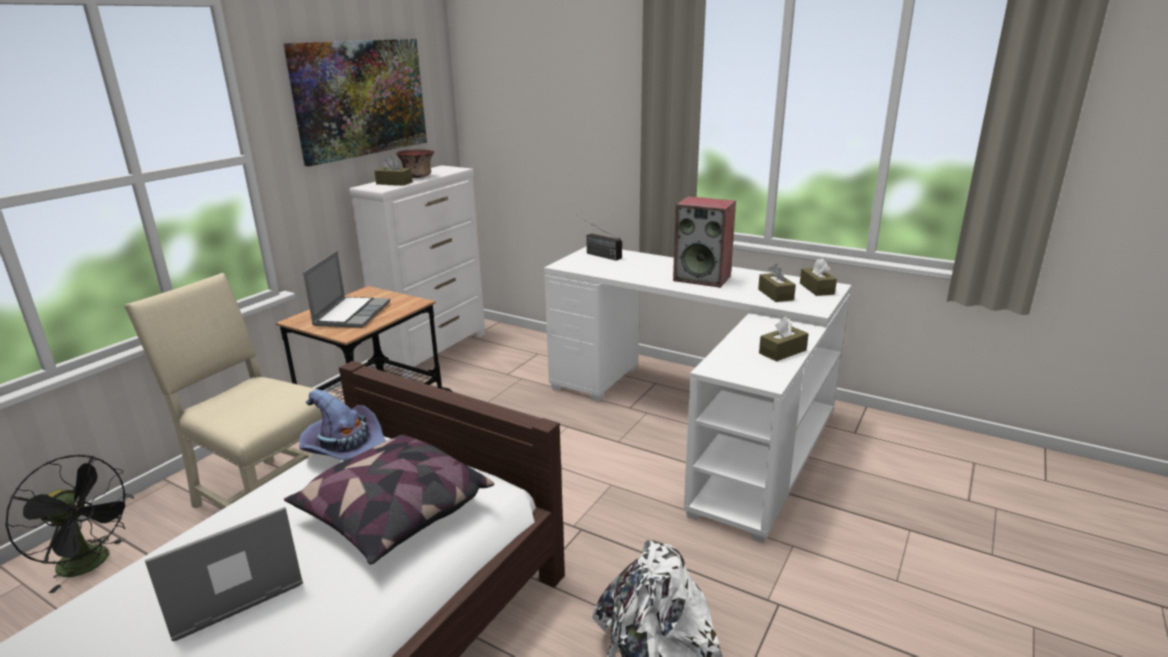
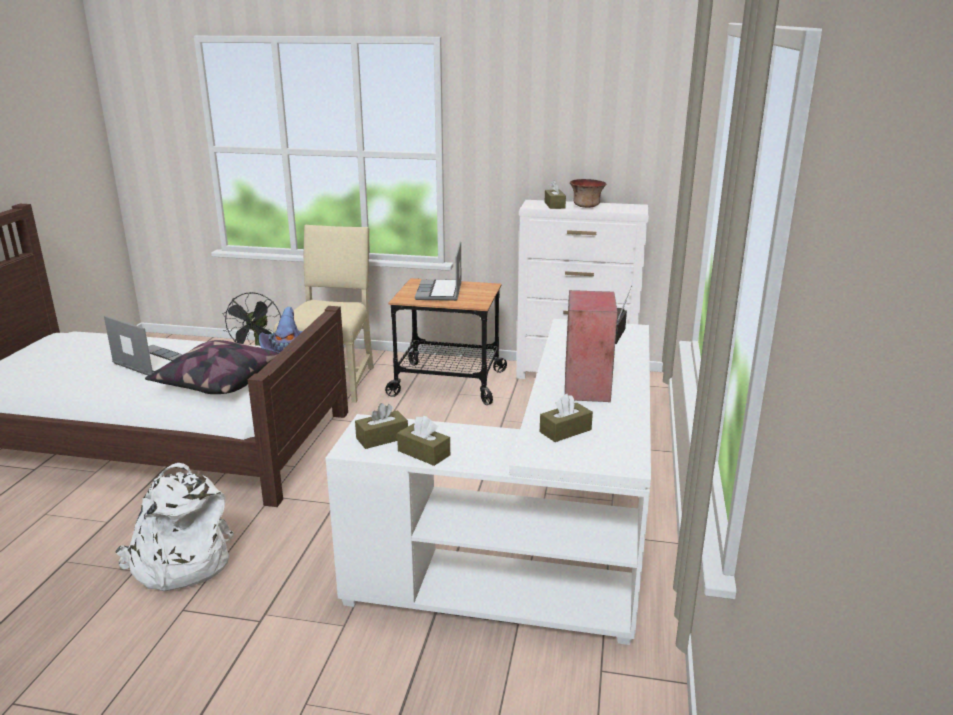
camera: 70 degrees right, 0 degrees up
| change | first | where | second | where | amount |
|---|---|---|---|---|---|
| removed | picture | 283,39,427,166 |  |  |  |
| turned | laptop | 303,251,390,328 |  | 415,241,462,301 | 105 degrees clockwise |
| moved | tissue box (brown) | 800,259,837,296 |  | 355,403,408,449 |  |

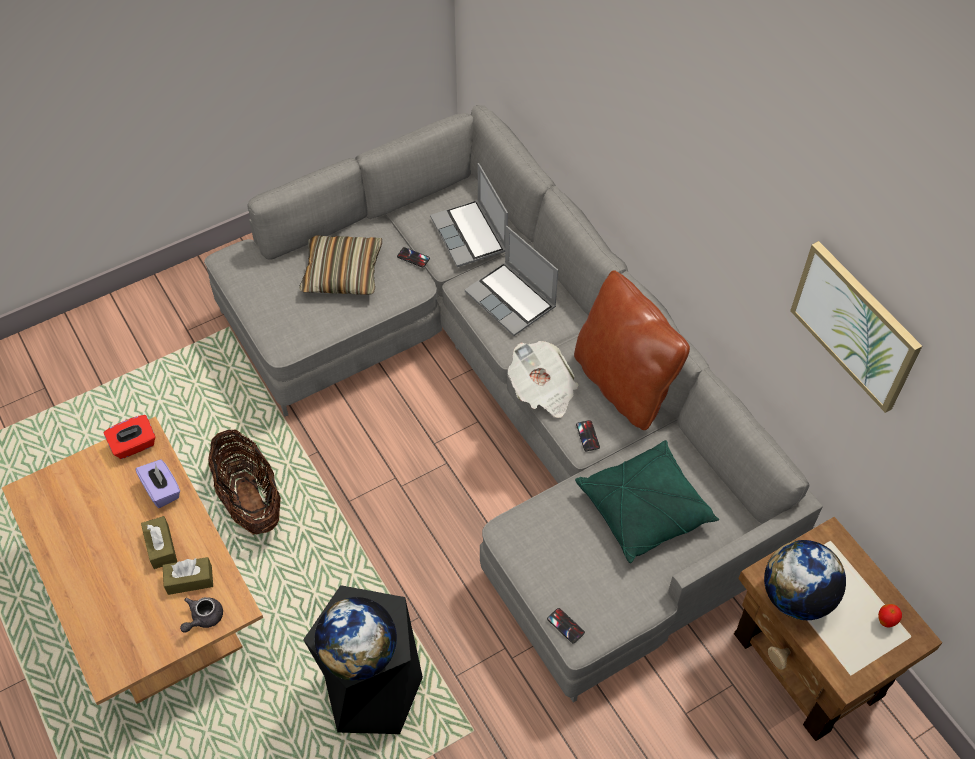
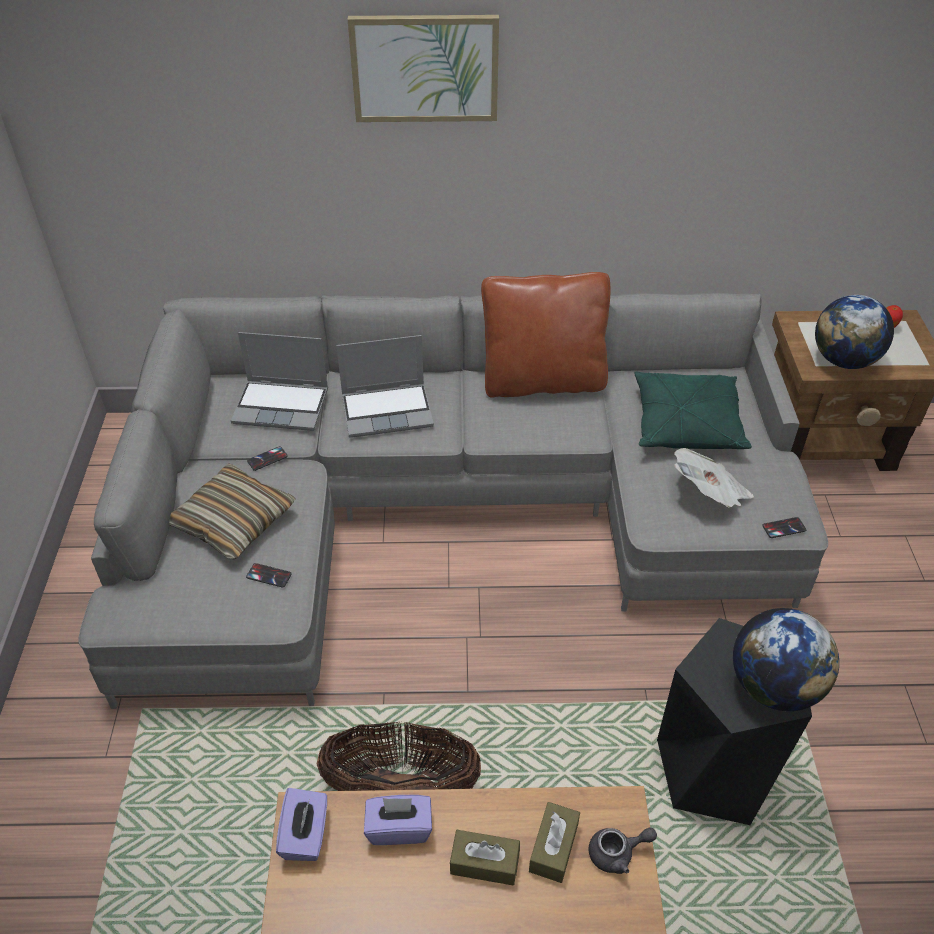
camera: 60 degrees left, 10 degrees down
| change | first | where | second | where | amount |
|---|---|---|---|---|---|
| recoloured | tissue box (red) | 104,415,155,459 | tissue box (purple) | 276,788,327,861 |  |
| turned | teapot (grey) | 180,597,223,633 |  | 588,827,657,874 | 75 degrees counterclockwise |
| moved | newspaper | 508,341,579,418 |  | 674,448,754,508 |  |
| moved | phone | 576,420,600,451 |  | 246,563,292,588 |  |
| moved | picture | 790,241,922,413 |  | 348,15,499,122 |  |

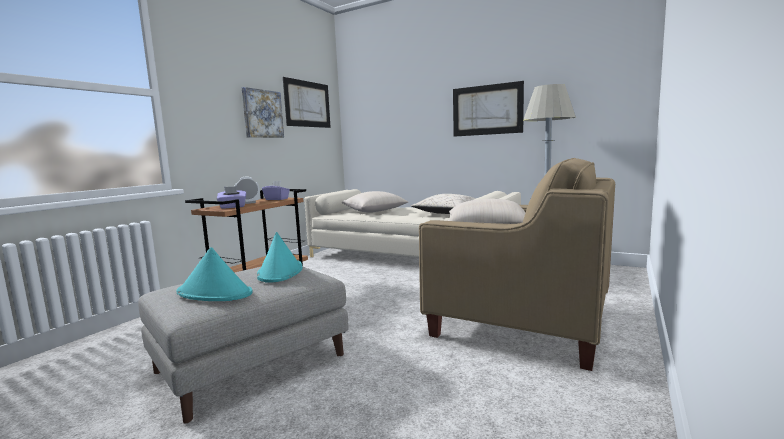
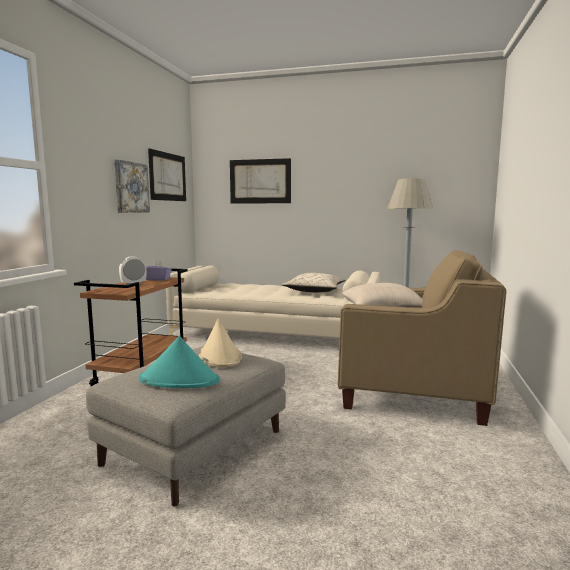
camera: 15 degrees left, 0 degrees up
| change | first | where | second | where | amount |
|---|---|---|---|---|---|
| removed | tissue box (purple) | 217,186,246,209 |  |  |  |
| recoloured | hat (turquoise) | 257,232,302,283 | hat (beige) | 199,319,242,368 |  |
| removed | pillow (beige) | 342,191,408,213 |  |  |  |
| moved | picture | 453,81,524,137 |  | 230,158,291,204 |  |

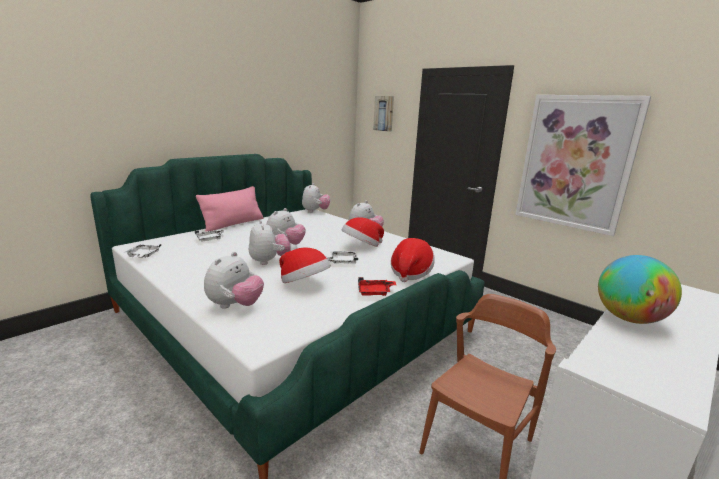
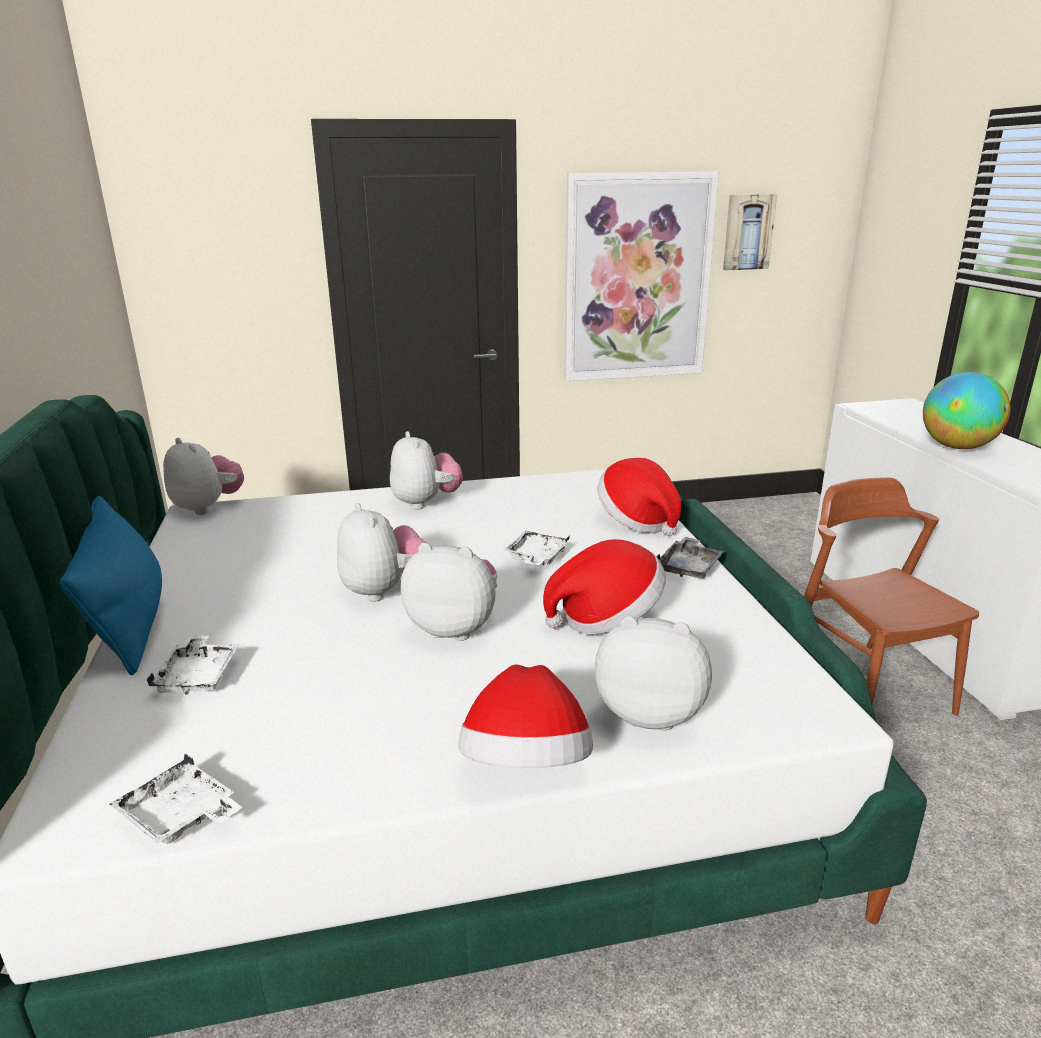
camera: 55 degrees left, 5 degrees up
| change | first | where | second | where | amount |
|---|---|---|---|---|---|
| recoloured | pillow (pink) | 196,186,263,232 | pillow (blue) | 59,496,162,675 |  |
| turned | plush toy | 204,252,264,309 |  | 595,616,712,731 | 45 degrees counterclockwise |
| moved | hat | 342,217,384,247 |  | 458,664,593,768 |  |
| recoloured | tray (red) | 358,277,396,296 | tray (grey) | 656,537,724,578 |  |
| moved | picture | 373,96,394,132 |  | 723,194,777,270 |  |

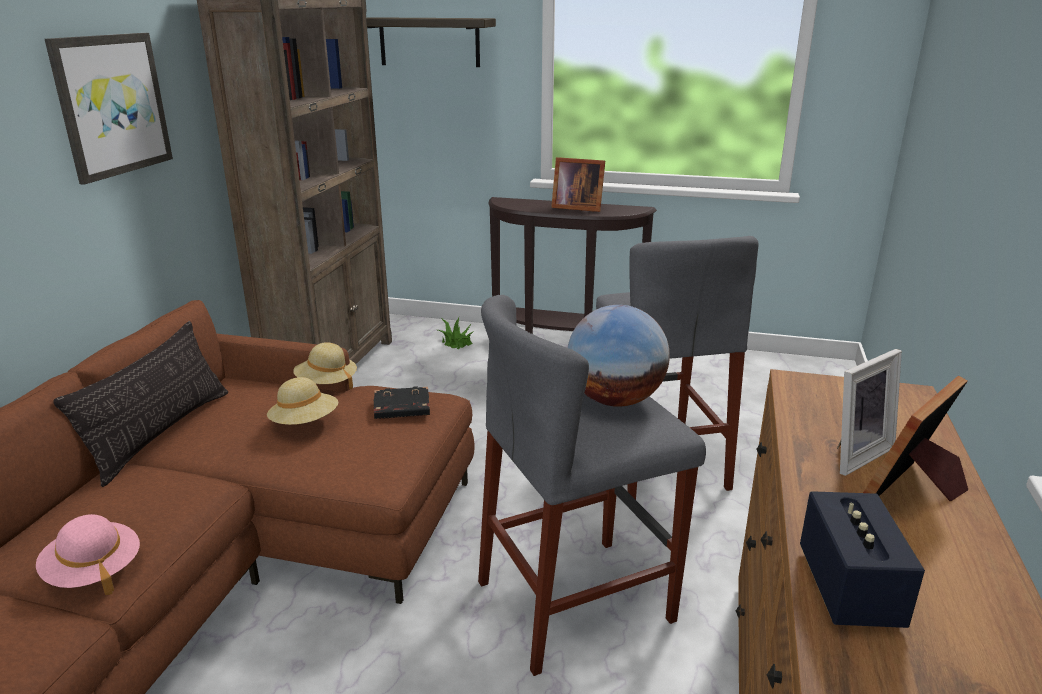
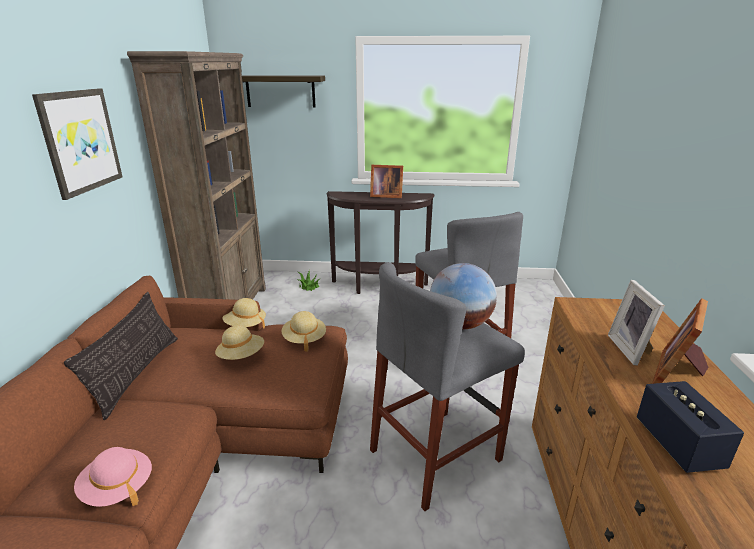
camera: 10 degrees left, 0 degrees up
| change | first | where | second | where | amount |
|---|---|---|---|---|---|
| replaced | book (black) | 374,386,430,419 | hat (beige) | 282,311,326,352 |  |
| turned | picture frame | 837,349,902,476 |  | 608,280,665,366 | 135 degrees clockwise |

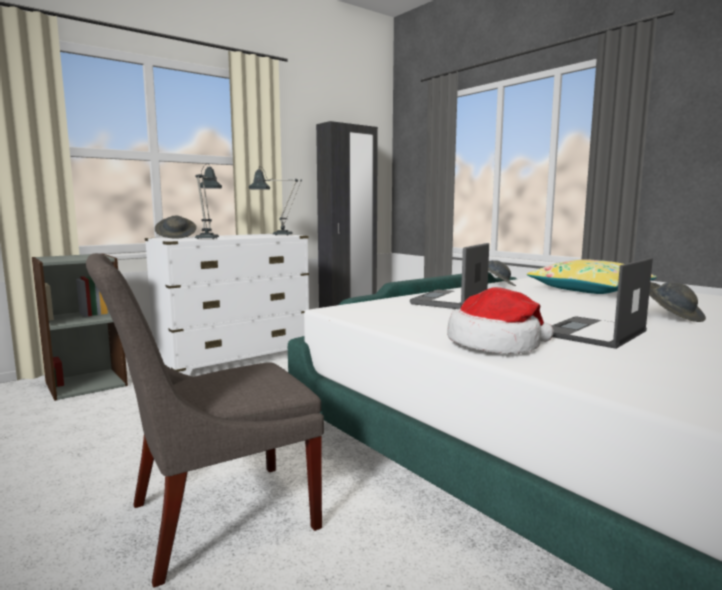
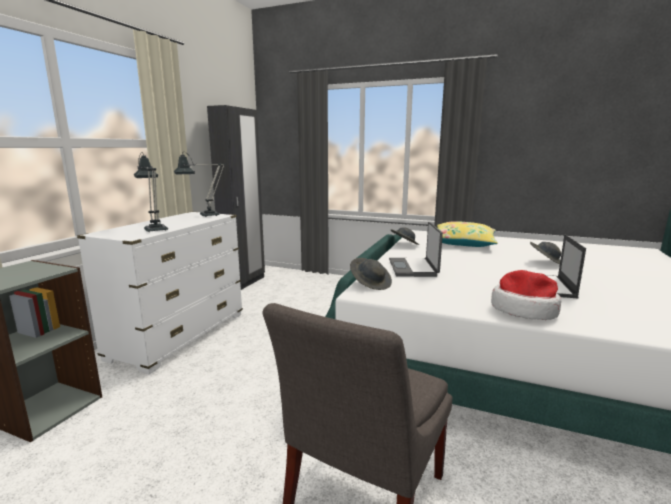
camera: 30 degrees left, 5 degrees up
| change | first | where | second | where | amount |
|---|---|---|---|---|---|
| moved | hat (grey) | 155,215,197,238 |  | 350,258,392,290 |  |

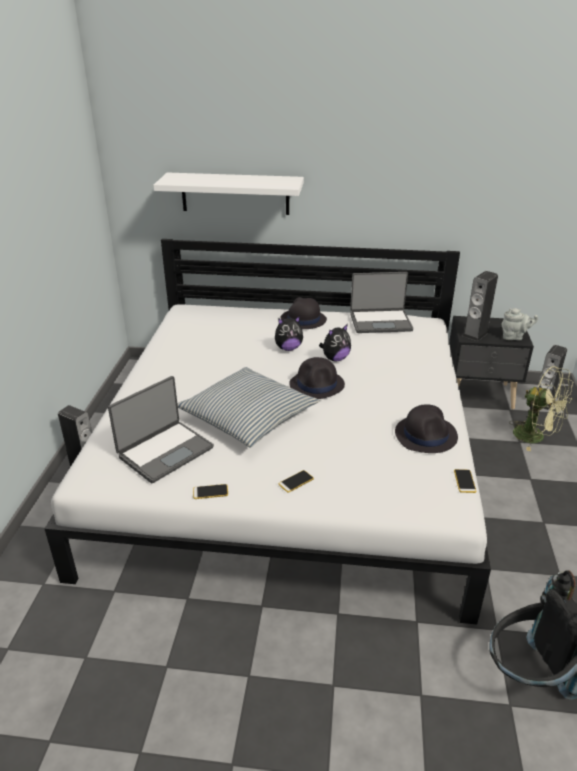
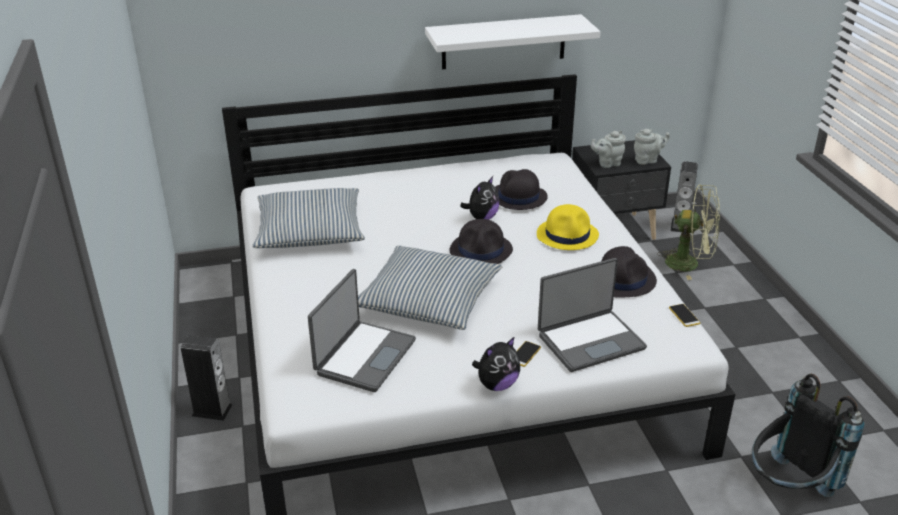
camera: 20 degrees left, 0 degrees up
| change | first | where | second | where | amount |
|---|---|---|---|---|---|
| moved | shelf (white) | 153,172,304,215 |  | 425,14,601,69 |  |
| removed | phone | 193,484,228,499 |  |  |  |
| moved | plush toy | 275,316,303,351 |  | 472,336,520,391 |  |
| moved | hat (black) | 281,297,327,329 |  | 495,169,548,210 |  |
| moved | laptop | 350,272,413,333 |  | 538,258,647,372 |  |
| replaced | speaker | 463,271,498,341 | teapot (grey) | 591,131,626,168 |  |
| added |  |  | pillow | 252,188,365,248 |  |
| added |  |  | hat (yellow) | 537,204,599,250 |  |

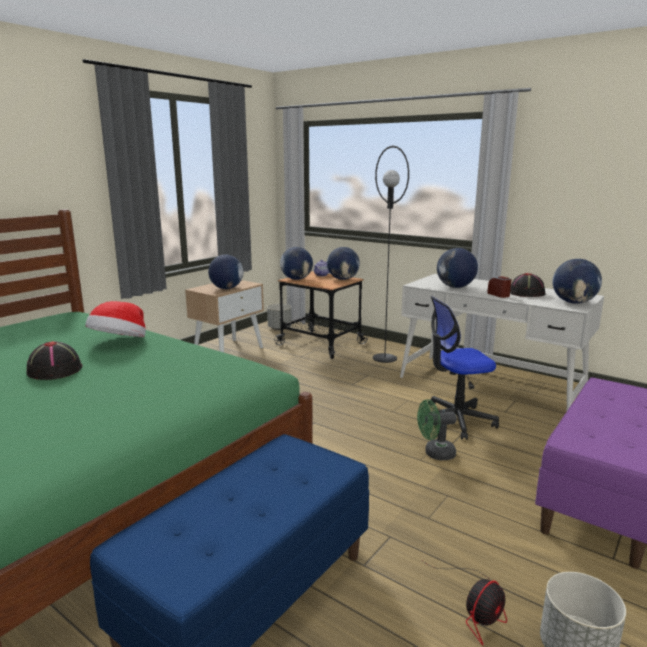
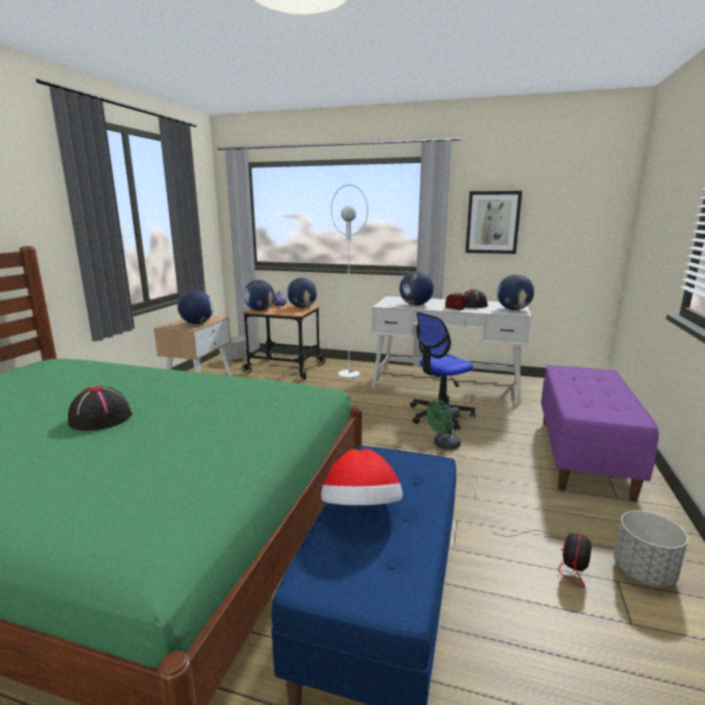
camera: 20 degrees left, 0 degrees up
| change | first | where | second | where | amount |
|---|---|---|---|---|---|
| moved | hat | 85,301,146,337 |  | 321,449,403,505 |  |
| recoloured | floor lamp (black) | 373,145,409,363 | floor lamp (white) | 331,184,368,378 |  |
| added |  |  | picture | 465,191,522,254 |  |

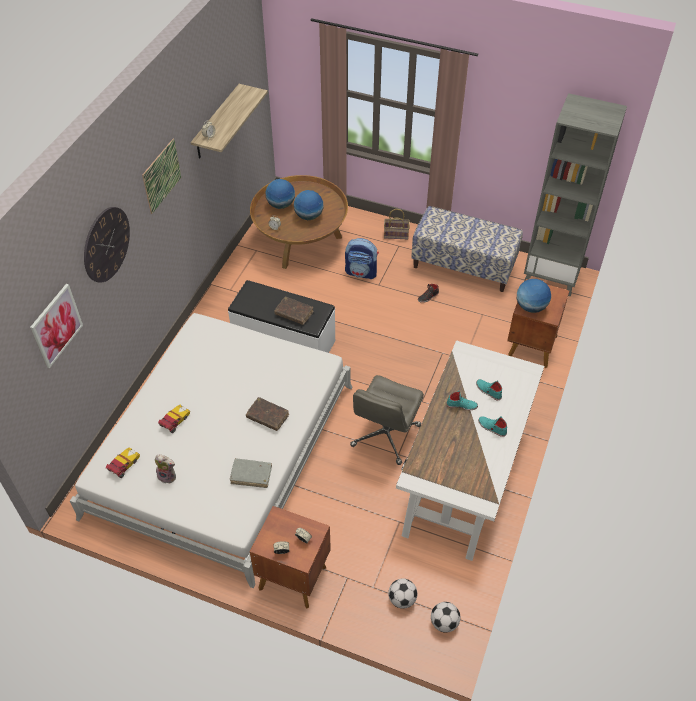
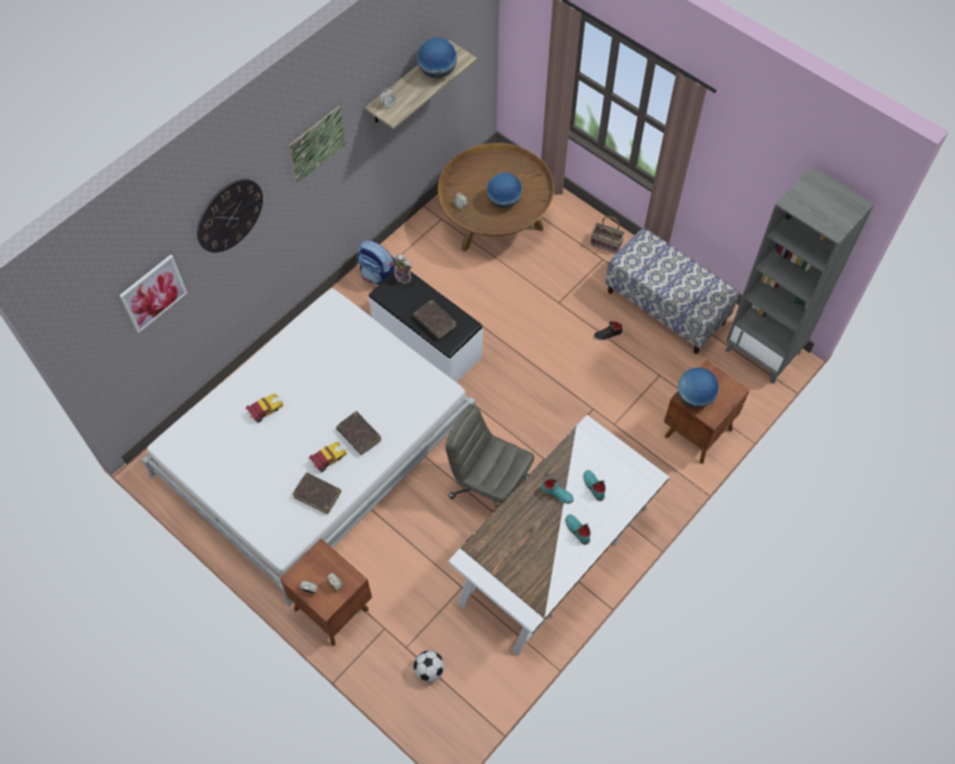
camera: 20 degrees right, 10 degrees up
| change | first | where | second | where | amount |
|---|---|---|---|---|---|
| moved | toy car | 106,448,140,478 |  | 309,442,347,472 |  |
| moved | plush toy | 154,454,176,484 |  | 394,254,412,284 |  |
| recoloured | book (grey) | 230,458,272,488 | book (brown) | 293,473,341,514 |  |
| moved | globe | 266,179,295,209 |  | 417,37,457,79 |  |
| moved | backpack | 345,238,379,279 |  | 358,240,396,285 |  |
| turned | office chair (grey) | 350,375,424,465 |  | 445,404,534,509 | 75 degrees clockwise |
| removed | football | 431,602,460,633 |  |  |  |

